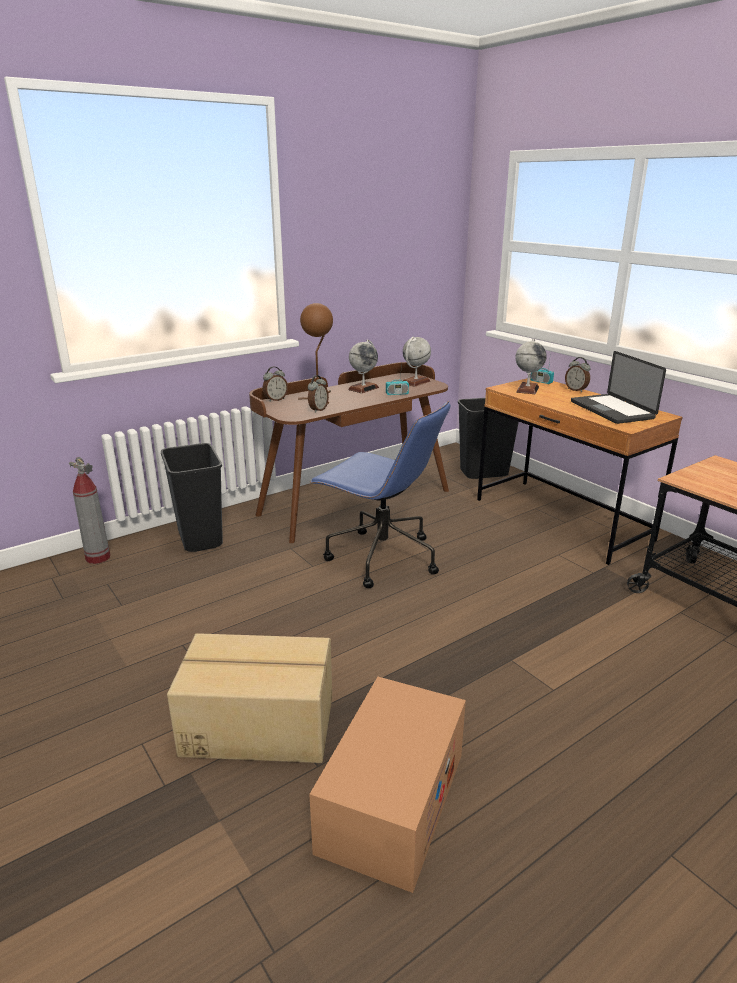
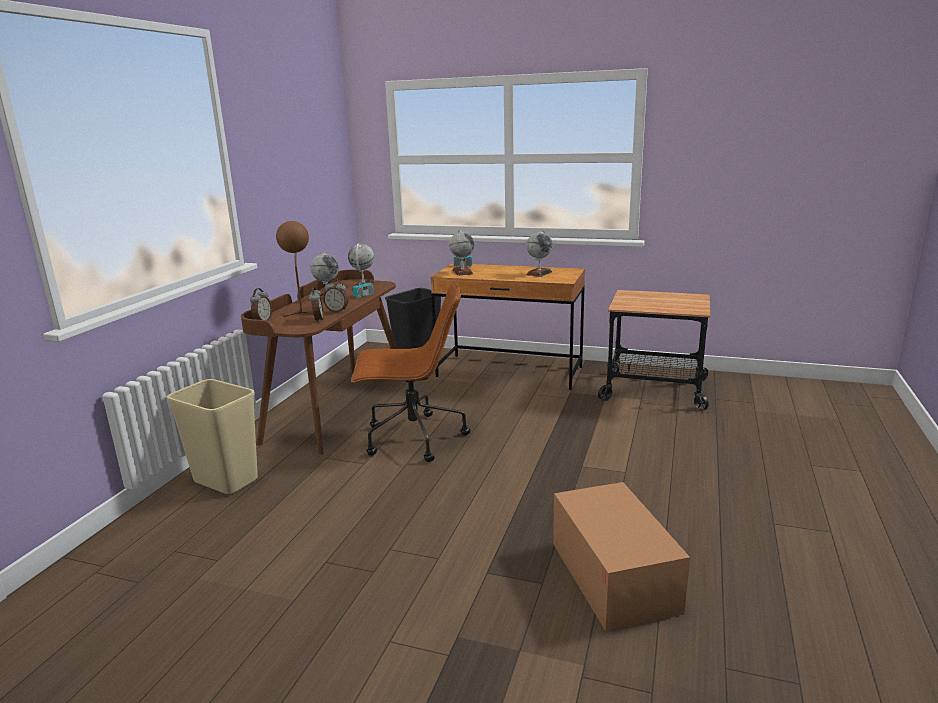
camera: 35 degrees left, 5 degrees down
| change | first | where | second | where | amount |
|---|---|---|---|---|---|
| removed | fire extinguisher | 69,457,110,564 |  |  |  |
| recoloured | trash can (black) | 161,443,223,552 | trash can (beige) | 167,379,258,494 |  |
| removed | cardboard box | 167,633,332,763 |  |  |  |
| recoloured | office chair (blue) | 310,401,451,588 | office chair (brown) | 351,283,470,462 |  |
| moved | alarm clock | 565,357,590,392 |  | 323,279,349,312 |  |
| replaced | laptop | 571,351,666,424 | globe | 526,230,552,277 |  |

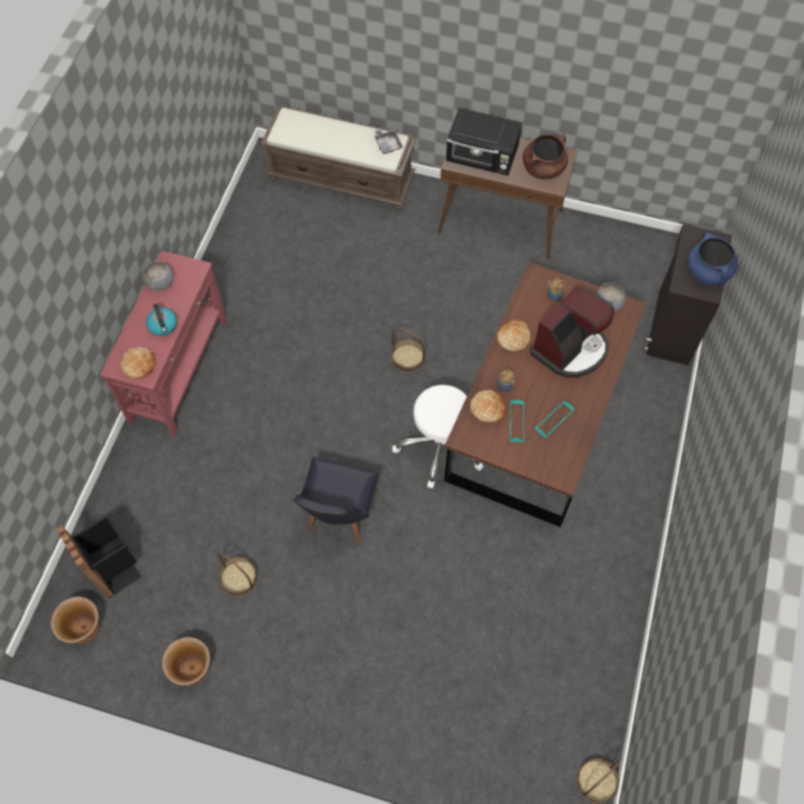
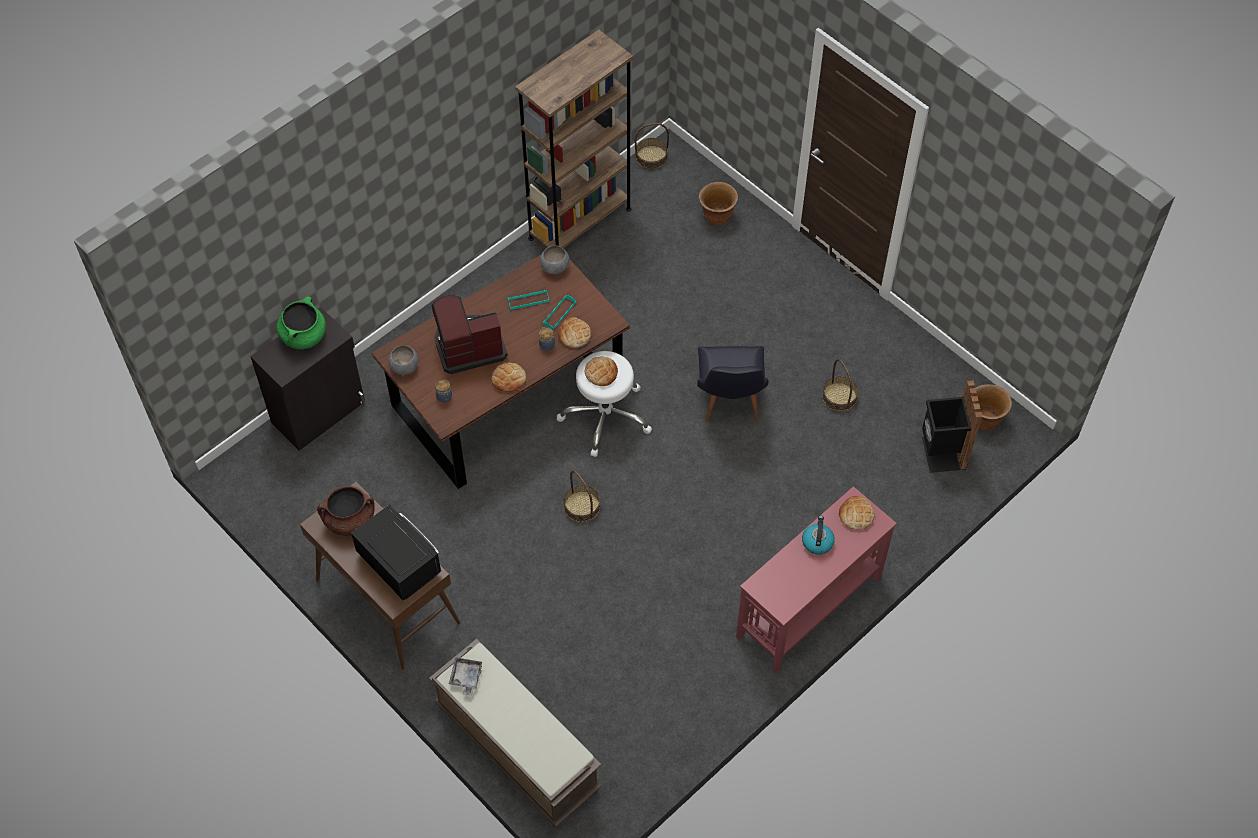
camera: 150 degrees left, 5 degrees down
| change | first | where | second | where | amount |
|---|---|---|---|---|---|
| moved | bowl (grey) | 142,262,173,291 |  | 540,246,570,274 |  |
| moved | planter (brown) | 162,637,210,686 |  | 699,182,738,225 |  |
| turned | chair (black) | 293,457,379,544 |  | 697,346,769,422 | 135 degrees clockwise |
| recoloured | cooking pot (blue) | 688,233,738,285 | cooking pot (green) | 276,296,326,349 |  |
| added |  |  | bookcase (brown) | 515,29,634,248 |  |
| added |  |  | bread | 585,356,618,386 |  |

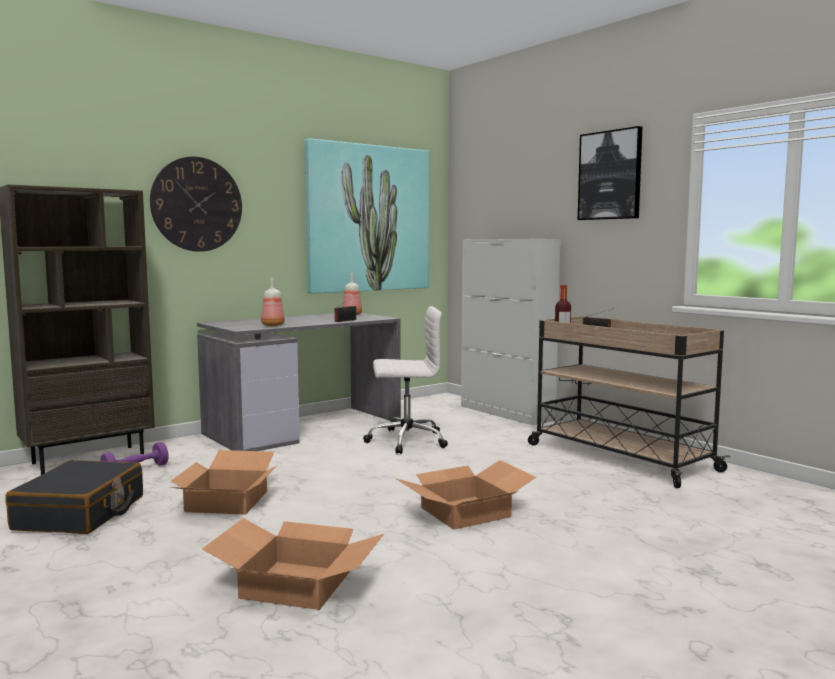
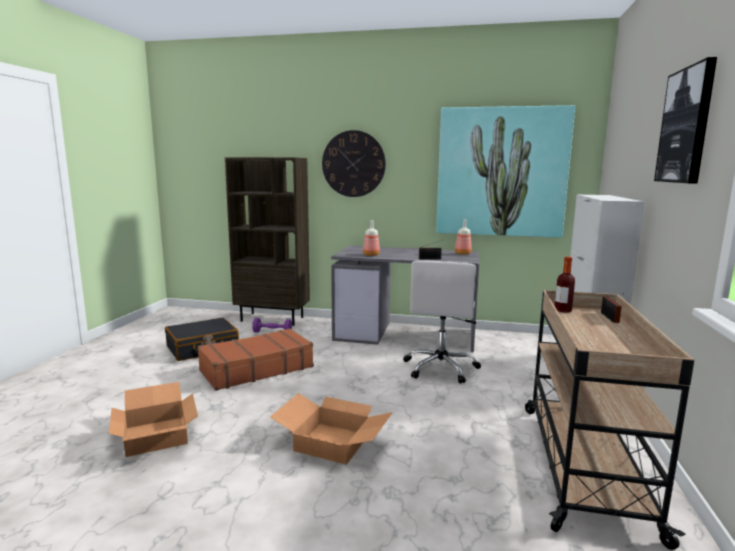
camera: 50 degrees right, 5 degrees up
| change | first | where | second | where | amount |
|---|---|---|---|---|---|
| replaced | cardboard box | 171,450,278,515 | suitcase (brown) | 198,328,314,391 |  |
| turned | office chair (white) | 363,306,448,454 |  | 403,260,481,384 | 60 degrees clockwise |

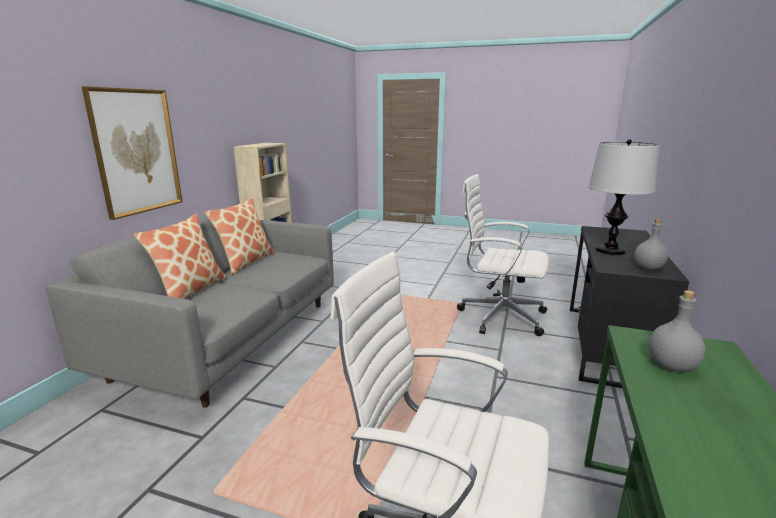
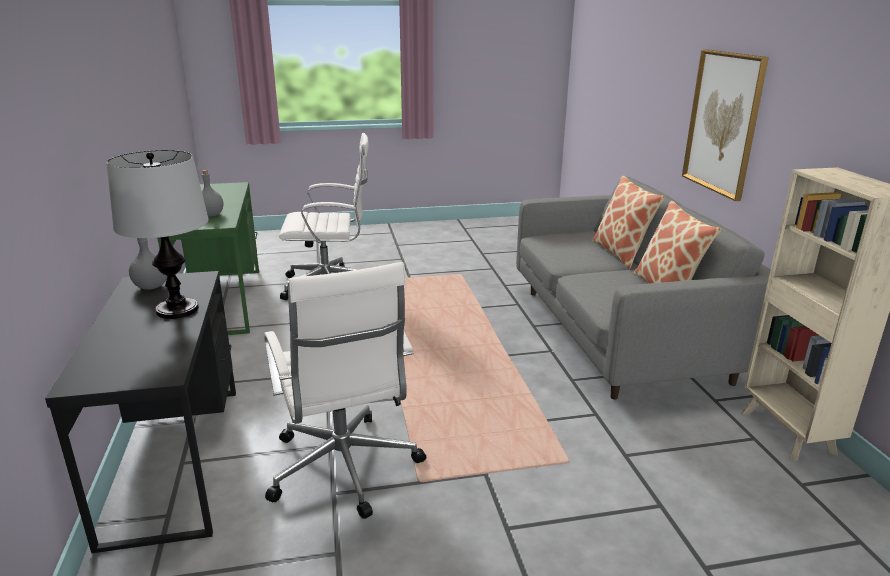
camera: 150 degrees right, 5 degrees up
| change | first | where | second | where | amount |
|---|---|---|---|---|---|
| turned | office chair (white) | 457,174,549,336 |  | 264,262,426,519 | 75 degrees clockwise |

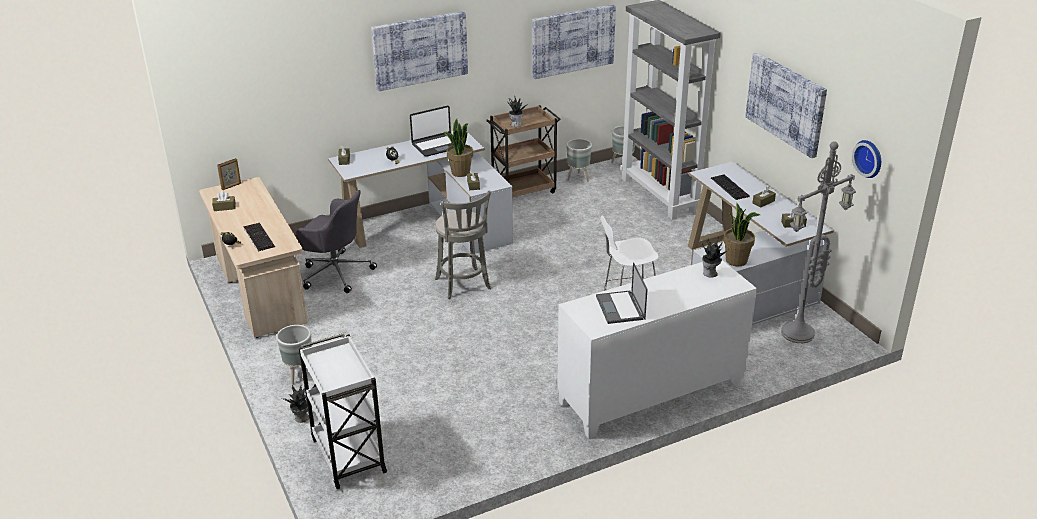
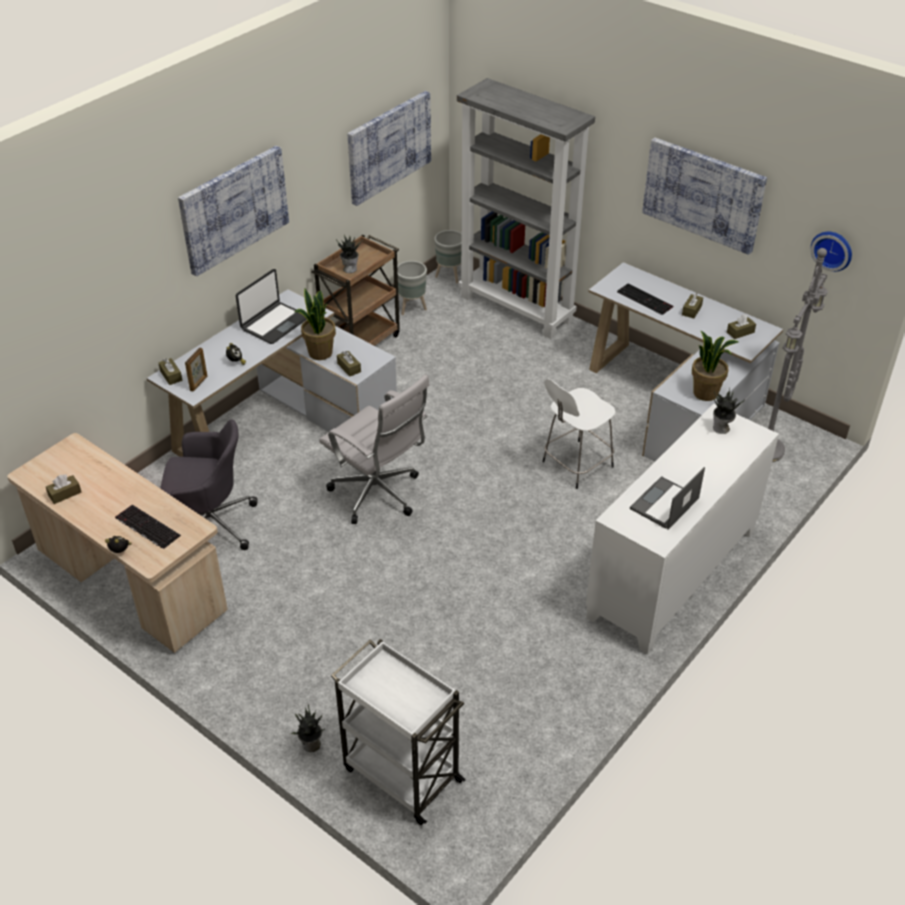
camera: 25 degrees left, 10 degrees up
| change | first | where | second | where | amount |
|---|---|---|---|---|---|
| moved | picture frame | 217,158,241,190 |  | 185,348,207,392 |  |
| removed | planter (grey) | 276,325,312,385 |  |  |  |
| replaced | stool (grey) | 435,191,491,299 | office chair (white) | 319,375,430,524 |  |
| turned | laptop | 596,262,647,324 |  | 630,467,705,530 | 75 degrees clockwise |

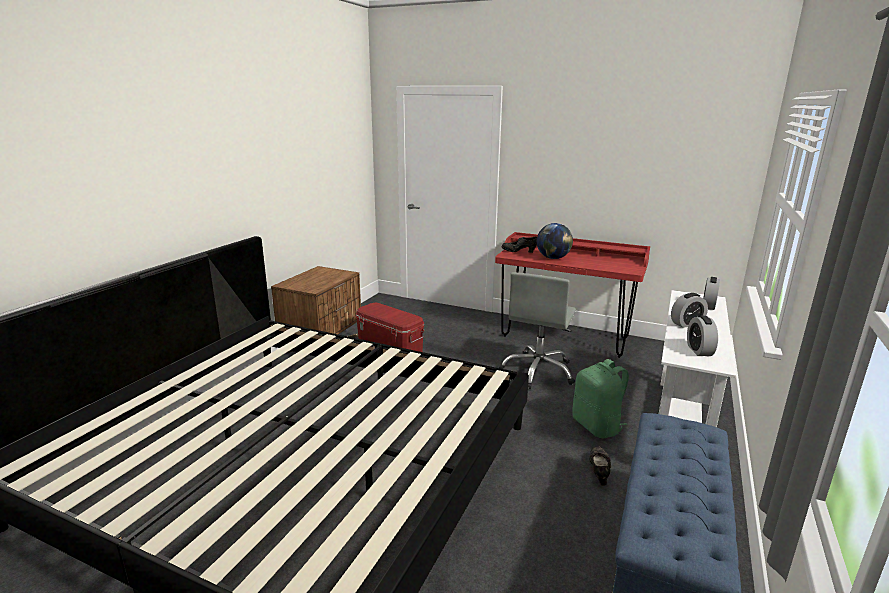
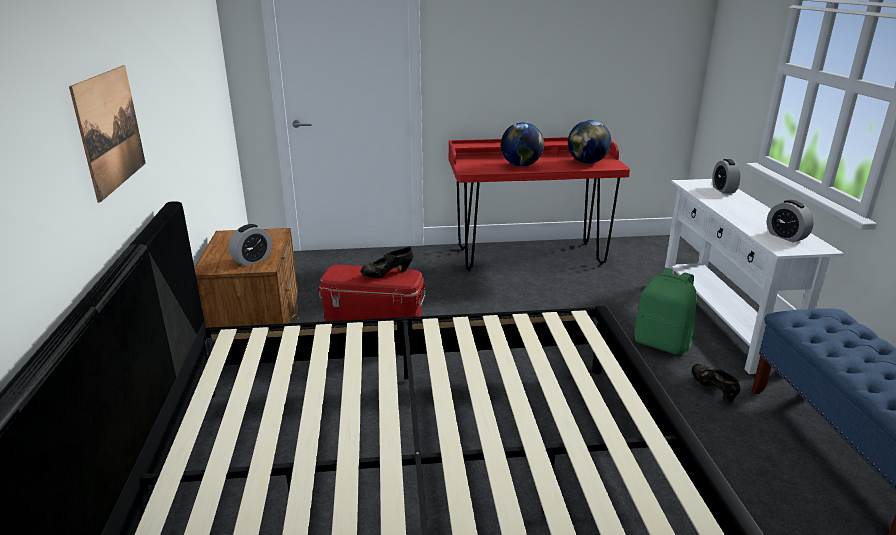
camera: 30 degrees left, 5 degrees up
| change | first | where | second | where | amount |
|---|---|---|---|---|---|
| removed | office chair (grey) | 499,272,576,389 |  |  |  |
| moved | shoe (black) | 502,236,537,253 |  | 361,247,414,278 |  |
| moved | alarm clock | 671,293,708,328 |  | 229,224,272,266 |  |
| added |  |  | picture | 69,65,146,203 |  |
| added |  |  | globe | 568,120,611,164 |  |

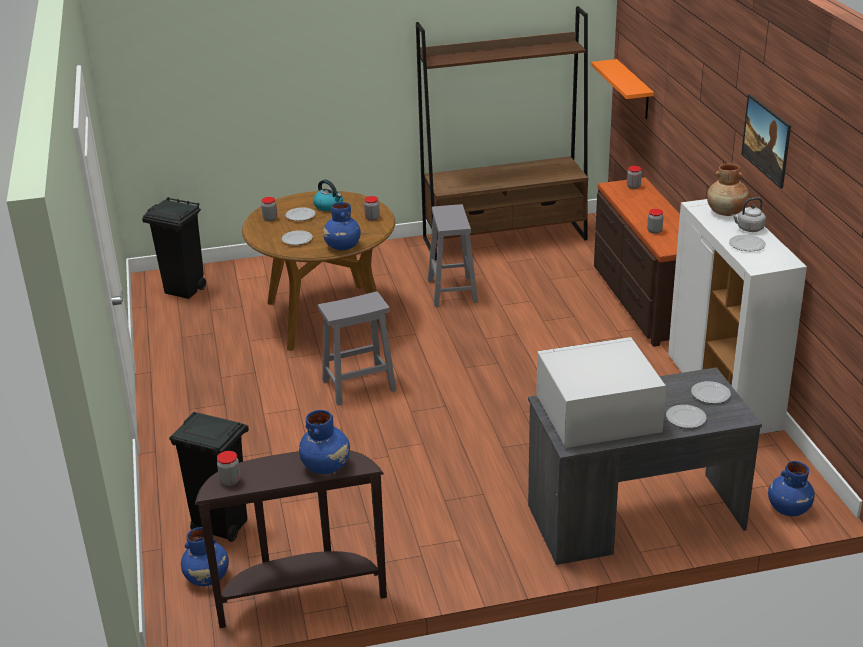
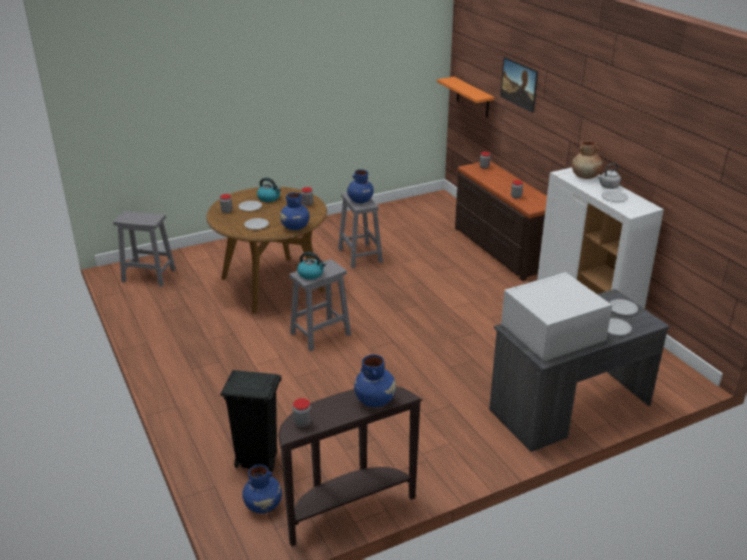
camera: 15 degrees left, 0 degrees up
| change | first | where | second | where | amount |
|---|---|---|---|---|---|
| replaced | trash can (black) | 142,197,206,299 | stool (grey) | 113,211,176,287 |  |
| removed | bookcase (brown) | 416,6,588,261 |  |  |  |
| moved | picture | 741,94,791,189 |  | 500,57,538,113 |  |
| moved | vase (blue) | 768,461,815,516 |  | 347,169,374,203 |  |
| added |  |  | kettle | 297,252,326,280 |  |

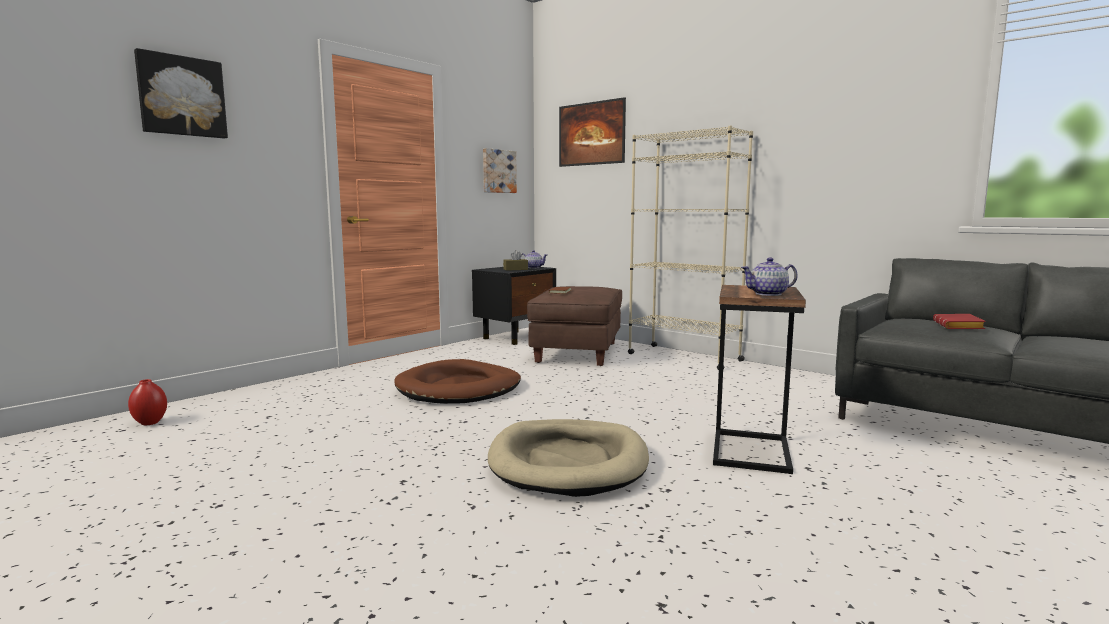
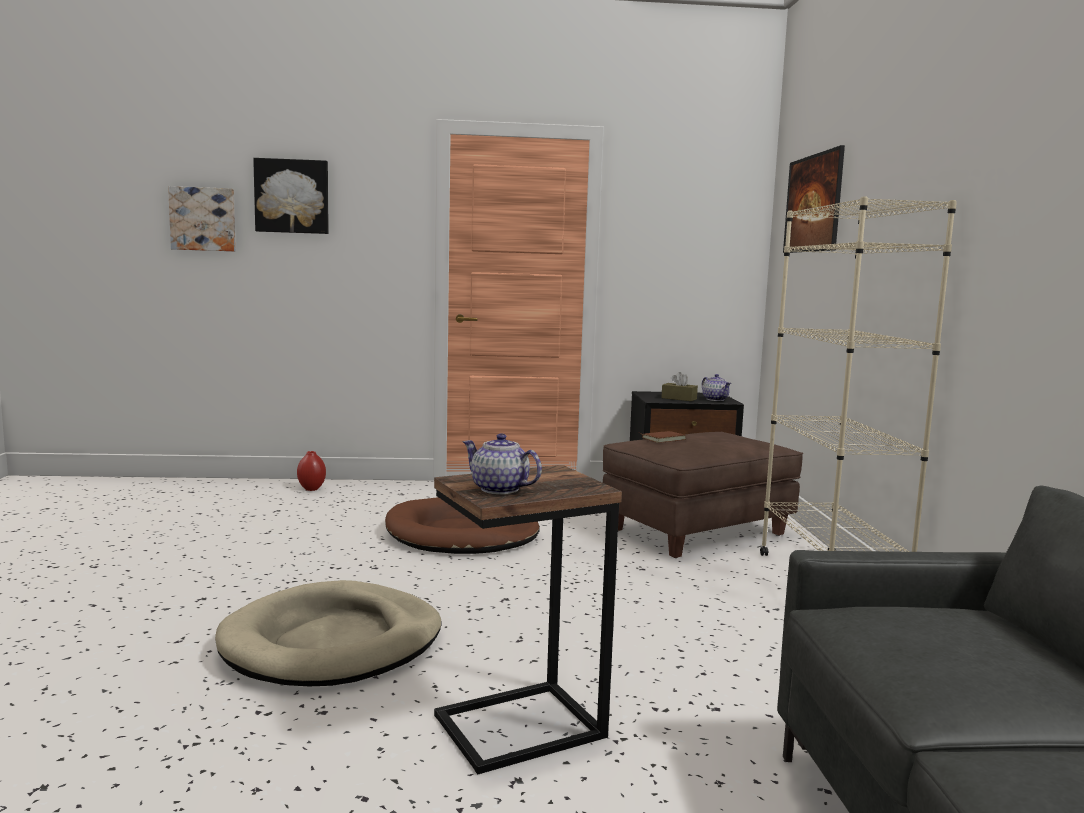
camera: 45 degrees right, 0 degrees up
| change | first | where | second | where | amount |
|---|---|---|---|---|---|
| moved | vase (red) | 128,379,167,425 |  | 297,451,326,491 |  |
| moved | picture | 483,148,517,193 |  | 168,186,236,252 |  |
| removed | book (red) | 933,314,986,329 |  |  |  |

